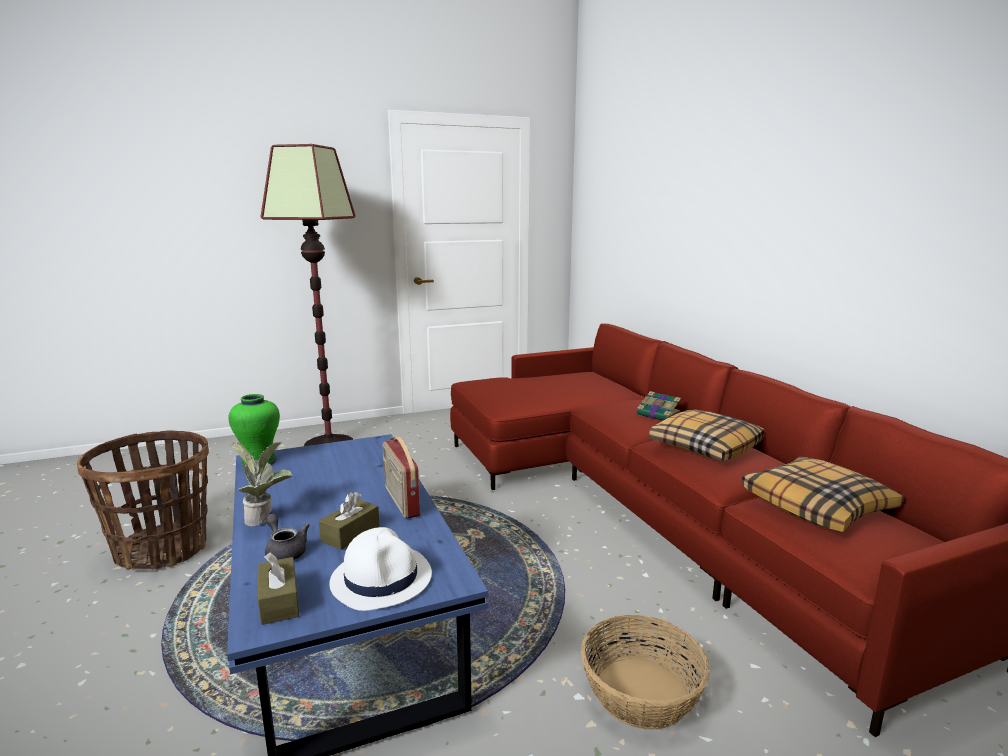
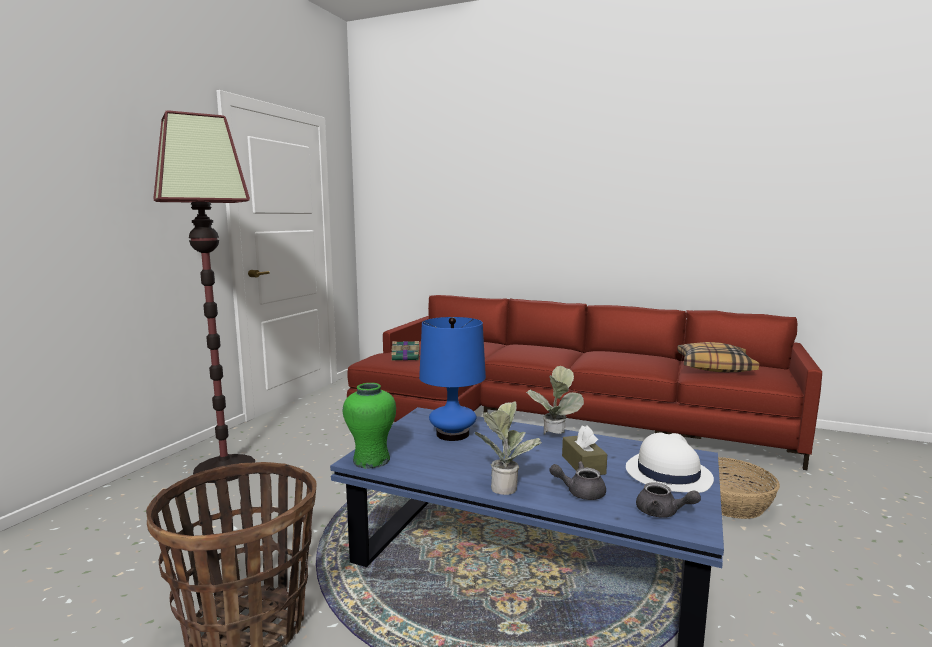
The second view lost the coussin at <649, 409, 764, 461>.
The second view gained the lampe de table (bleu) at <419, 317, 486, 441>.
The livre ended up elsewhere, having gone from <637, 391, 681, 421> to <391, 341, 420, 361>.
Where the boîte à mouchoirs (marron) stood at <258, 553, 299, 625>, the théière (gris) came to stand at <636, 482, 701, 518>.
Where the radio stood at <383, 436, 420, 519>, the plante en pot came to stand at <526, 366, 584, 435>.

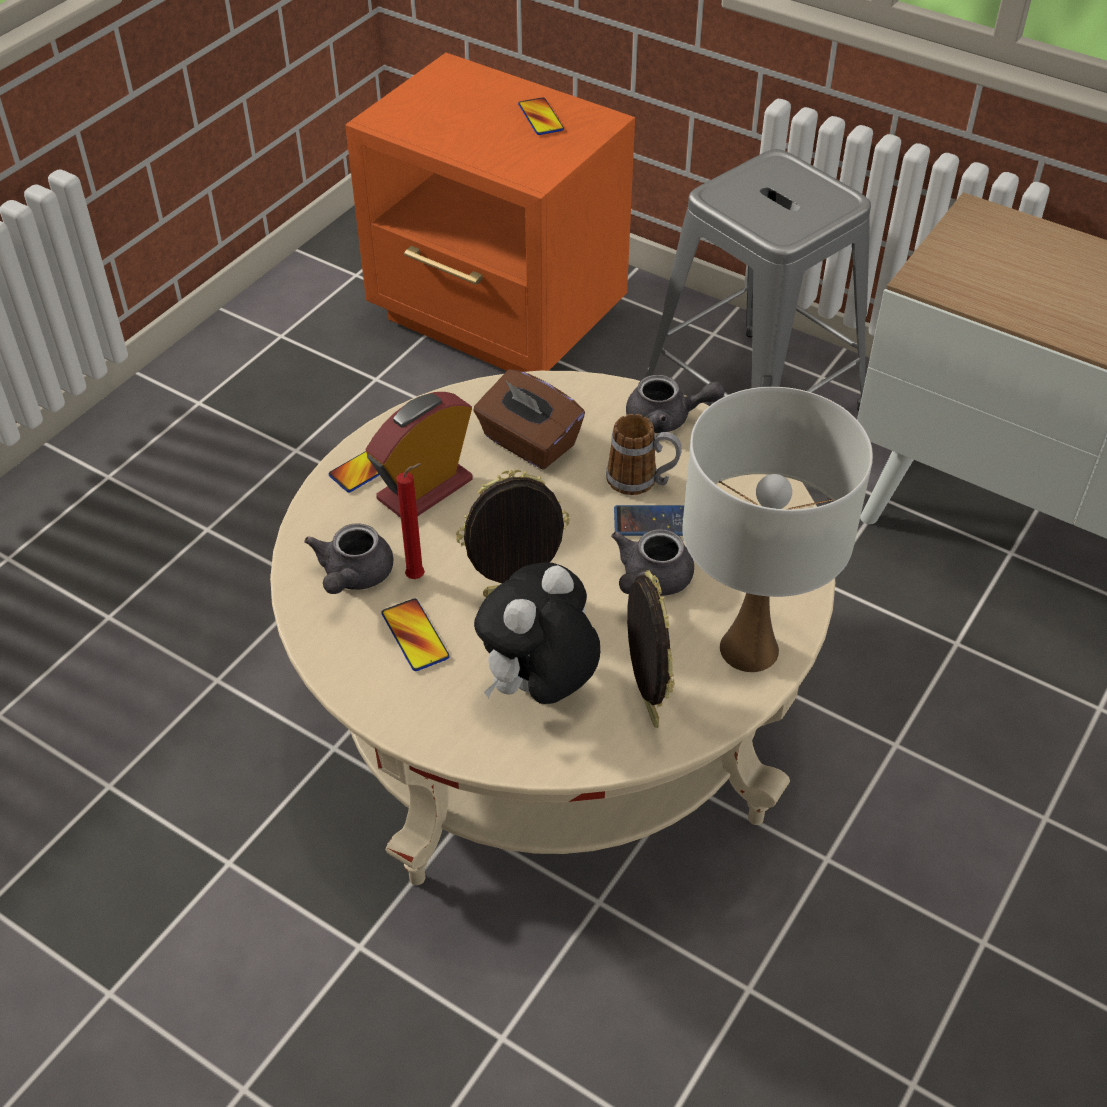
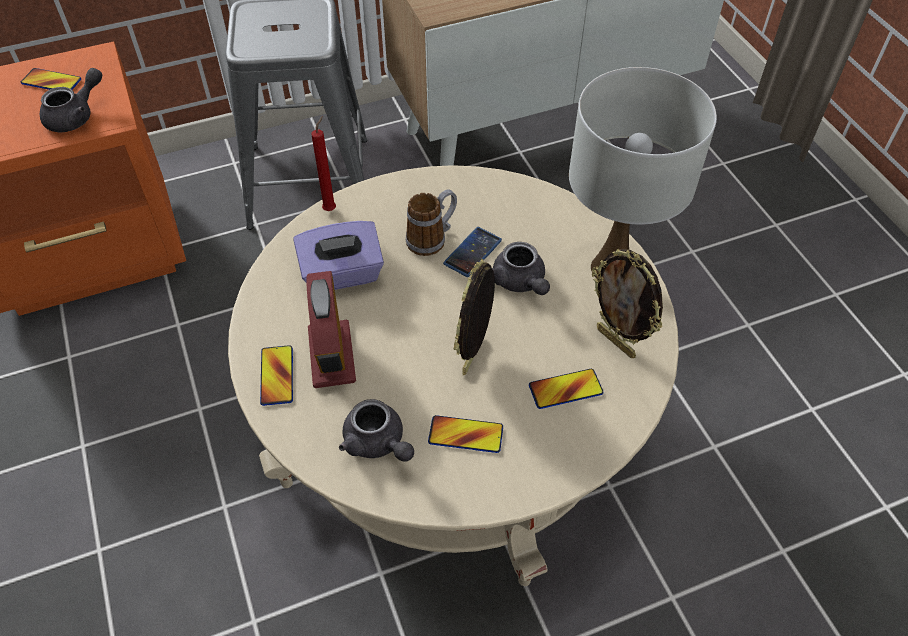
The bougie (rouge) ended up elsewhere, having gone from <396, 463, 425, 579> to <311, 116, 336, 211>.
The théière (gris) ended up elsewhere, having gone from <626, 375, 725, 433> to <40, 68, 102, 132>.
Where the peluche stood at <474, 562, 600, 704>, the téléphone came to stand at <529, 369, 603, 409>.
What was the boîte à mouchoirs (marron) at <473, 369, 585, 469> turned into the boîte à mouchoirs (violet) at <294, 221, 384, 290>.
The cadre photo at <627, 570, 674, 728> ended up facing another way, 150 degrees counterclockwise from before.

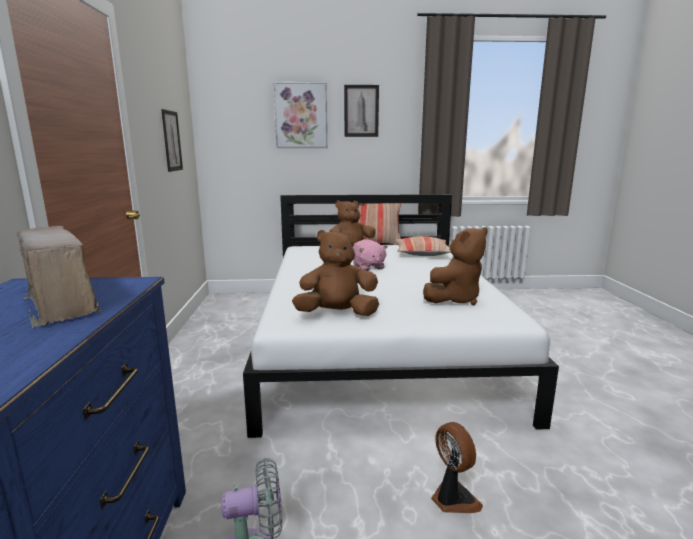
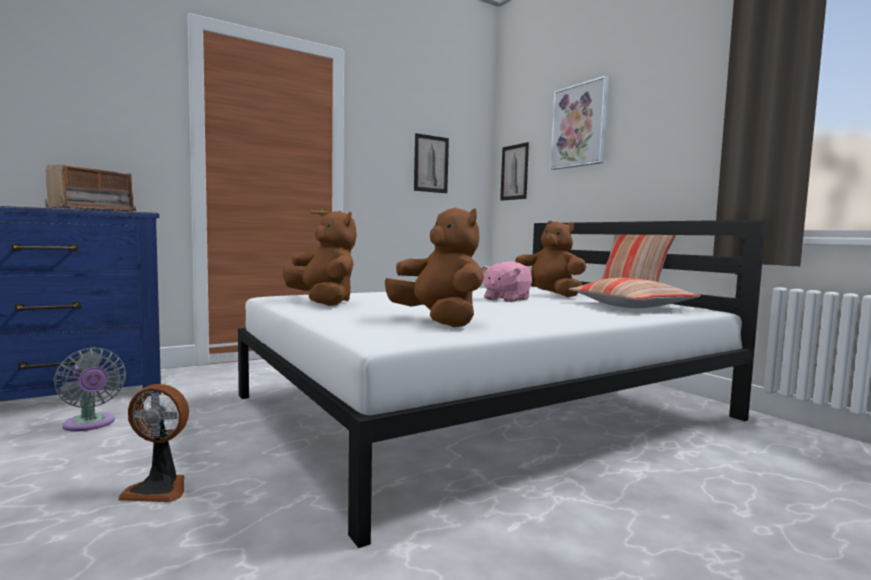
The tableau ended up elsewhere, having gone from <344, 85, 379, 137> to <500, 142, 529, 201>.
The peluche (marron) at <423, 227, 488, 305> ended up facing another way, 150 degrees counterclockwise from before.
The ventilateur at <431, 422, 483, 513> ended up facing another way, 60 degrees clockwise from before.

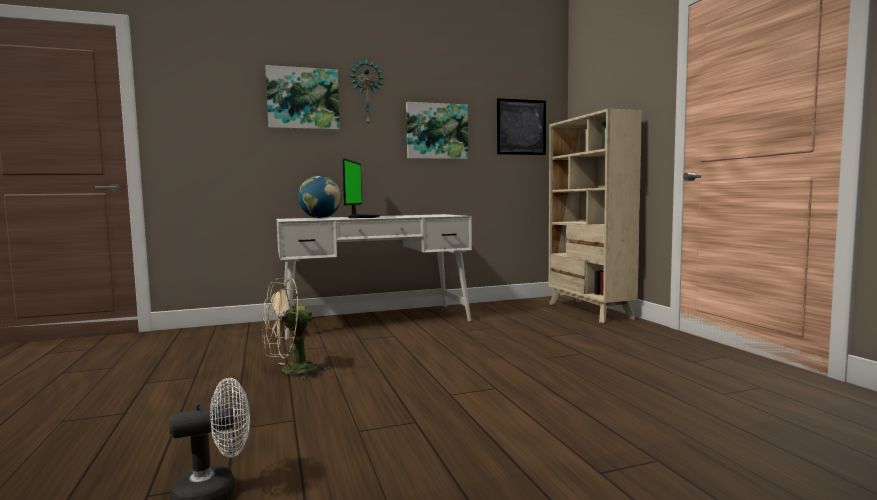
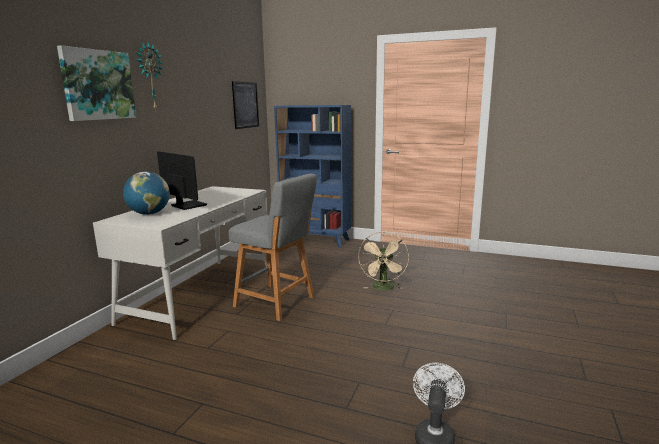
The second view lost the tableau at <406, 102, 468, 159>.
The second view gained the tabouret (gris) at <229, 174, 317, 321>.
The ventilateur (beige) ended up elsewhere, having gone from <262, 278, 330, 380> to <358, 231, 409, 290>.
What was the bibliothèque (beige) at <549, 109, 642, 323> turned into the bibliothèque (bleu) at <274, 105, 351, 248>.

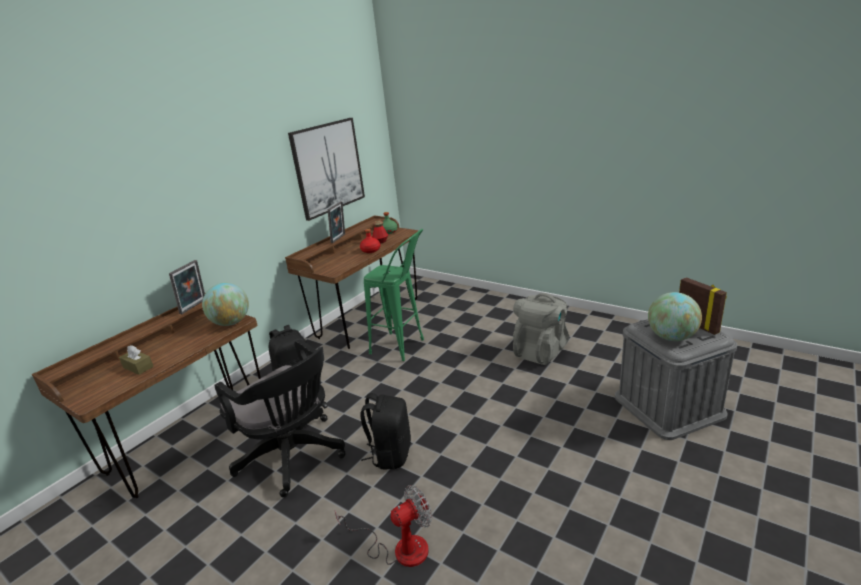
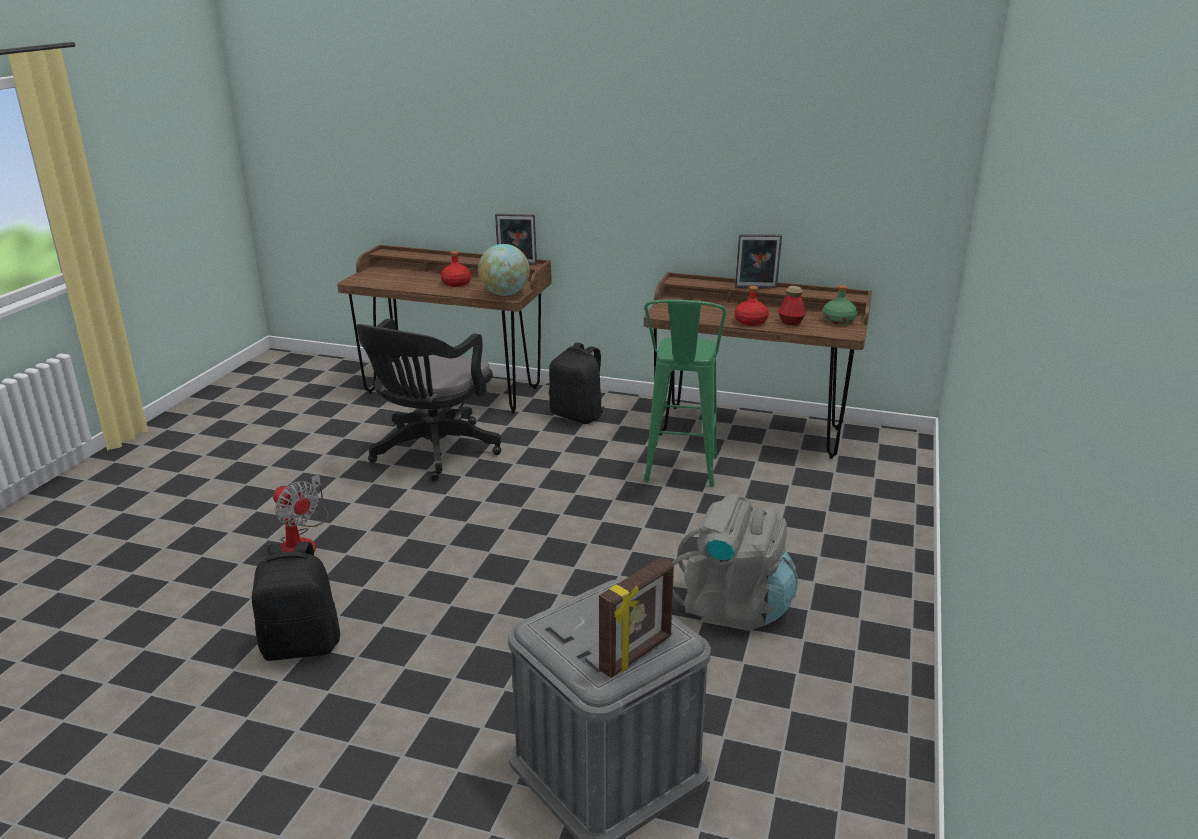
The second view lost the boîte à mouchoirs (marron) at <119, 345, 154, 375>.
The second view lost the tableau at <288, 118, 365, 221>.
The second view lost the globe at <648, 292, 702, 341>.
The second view gained the bouteille (rouge) at <441, 251, 471, 287>.
The sac à dos (noir) ended up elsewhere, having gone from <360, 393, 411, 469> to <252, 542, 340, 661>.

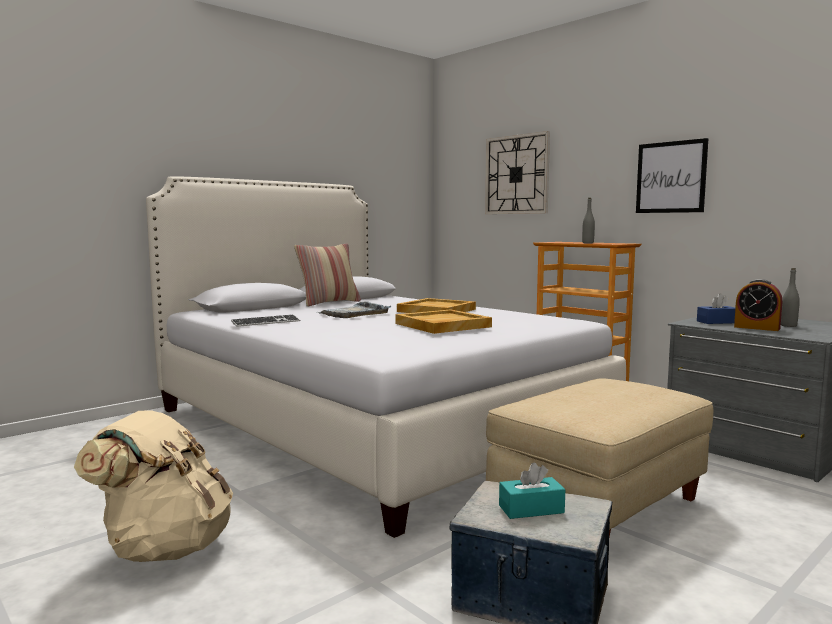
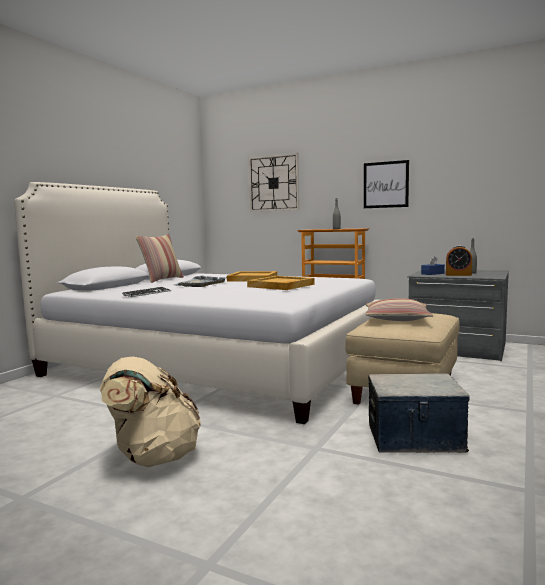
The second view lost the boîte à mouchoirs (turquoise) at <499, 462, 565, 519>.
The second view gained the coussin at <365, 298, 433, 321>.

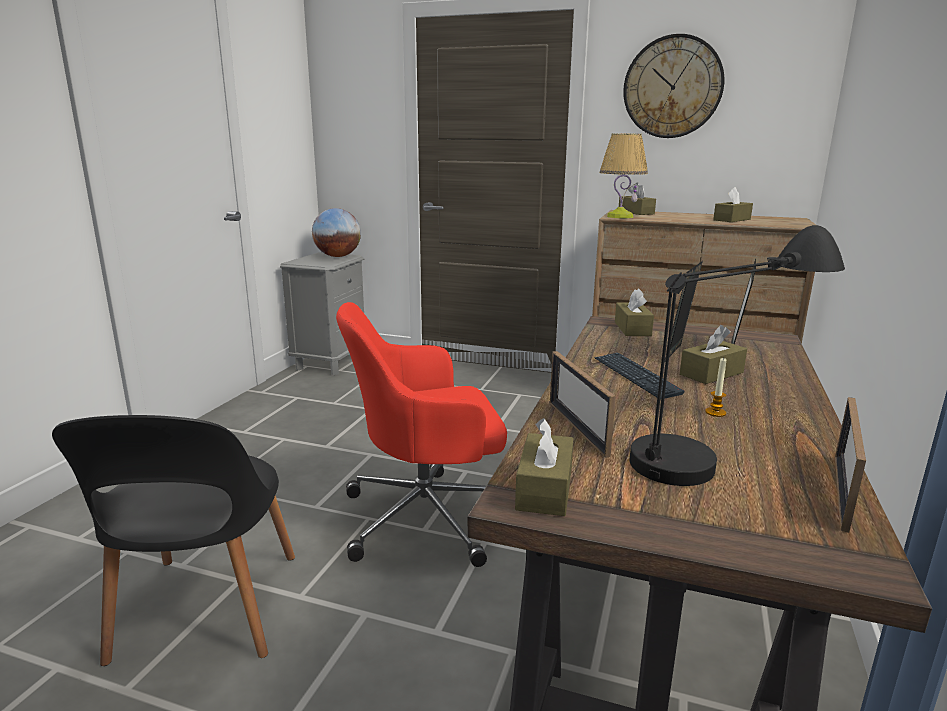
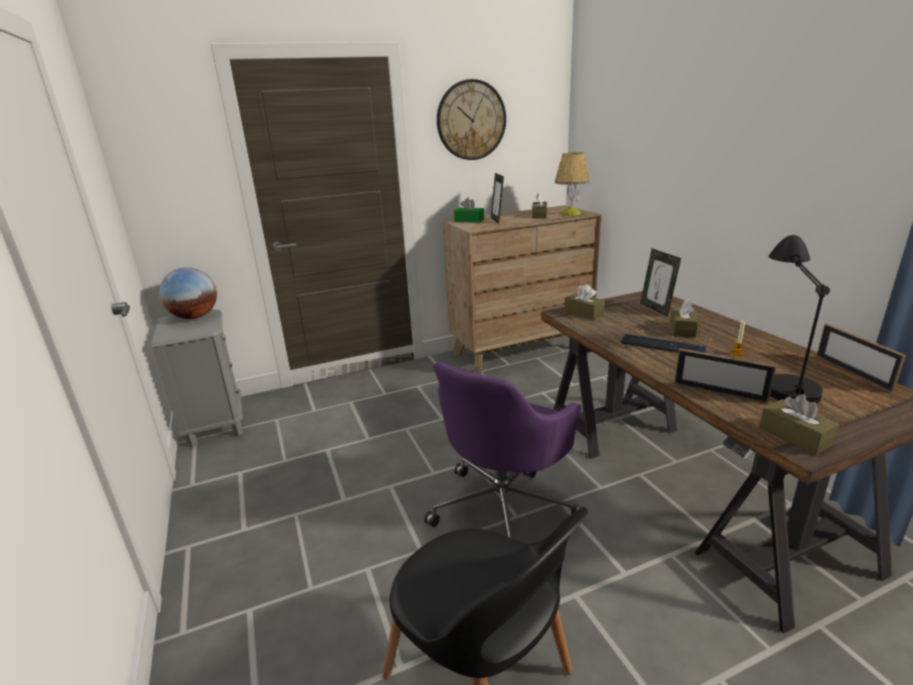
The lampe de table ended up elsewhere, having gone from <600, 133, 648, 219> to <555, 152, 590, 216>.
The cadre photo ended up elsewhere, having gone from <664, 261, 703, 363> to <491, 173, 504, 224>.
What was the chaise de bureau (rouge) at <336, 302, 507, 567> turned into the chaise de bureau (violet) at <424, 362, 581, 539>.
What was the boîte à mouchoirs (marron) at <619, 182, 656, 215> turned into the boîte à mouchoirs (vert) at <454, 198, 484, 223>.

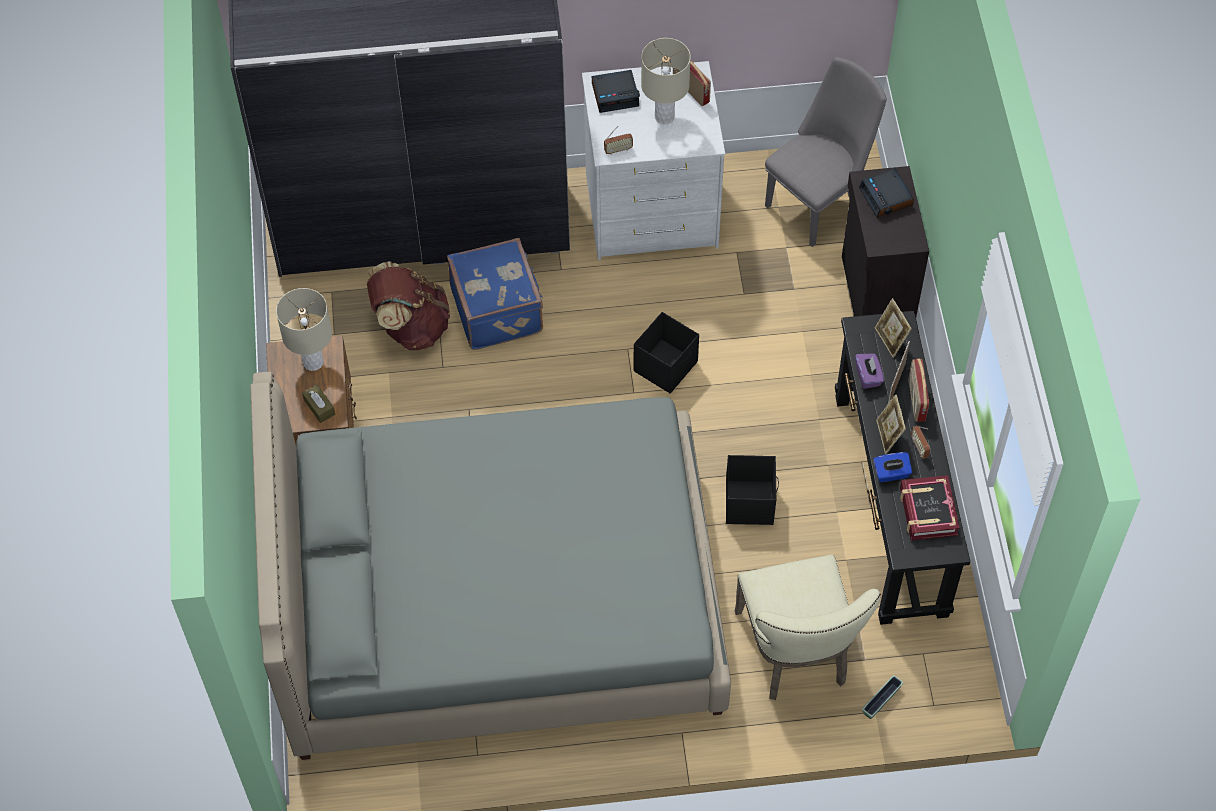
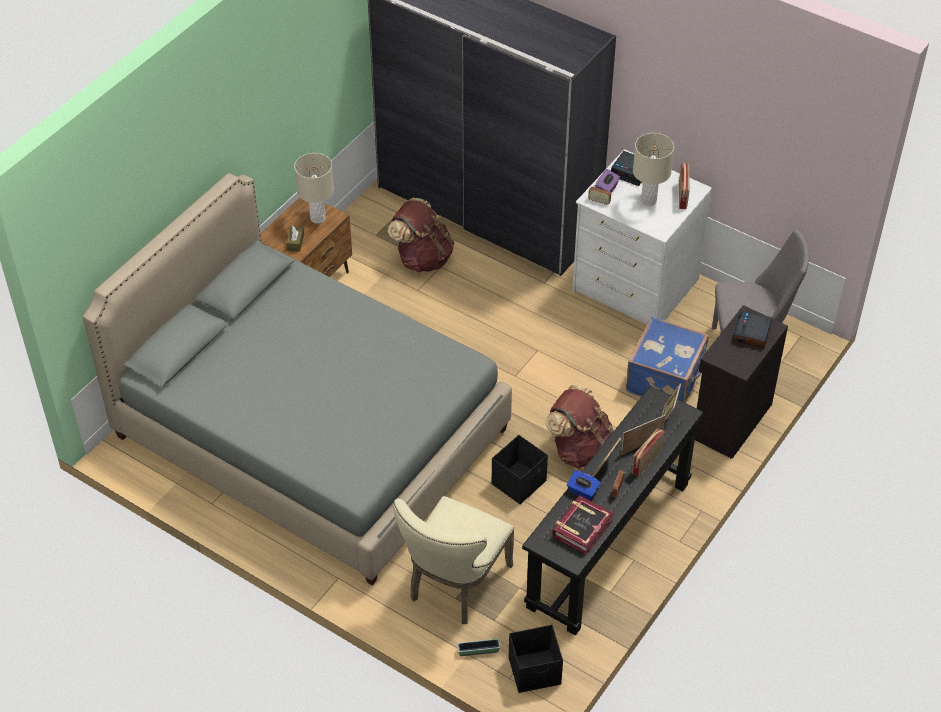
The second view gained the sac à dos (marron) at <545, 385, 614, 469>.
The valise (bleu) ended up elsewhere, having gone from <447, 238, 543, 350> to <626, 317, 709, 403>.
The boîte de rangement (noir) ended up elsewhere, having gone from <634, 312, 699, 394> to <509, 625, 563, 693>.
The boîte à mouchoirs (violet) ended up elsewhere, having gone from <855, 353, 884, 389> to <595, 169, 620, 193>.

